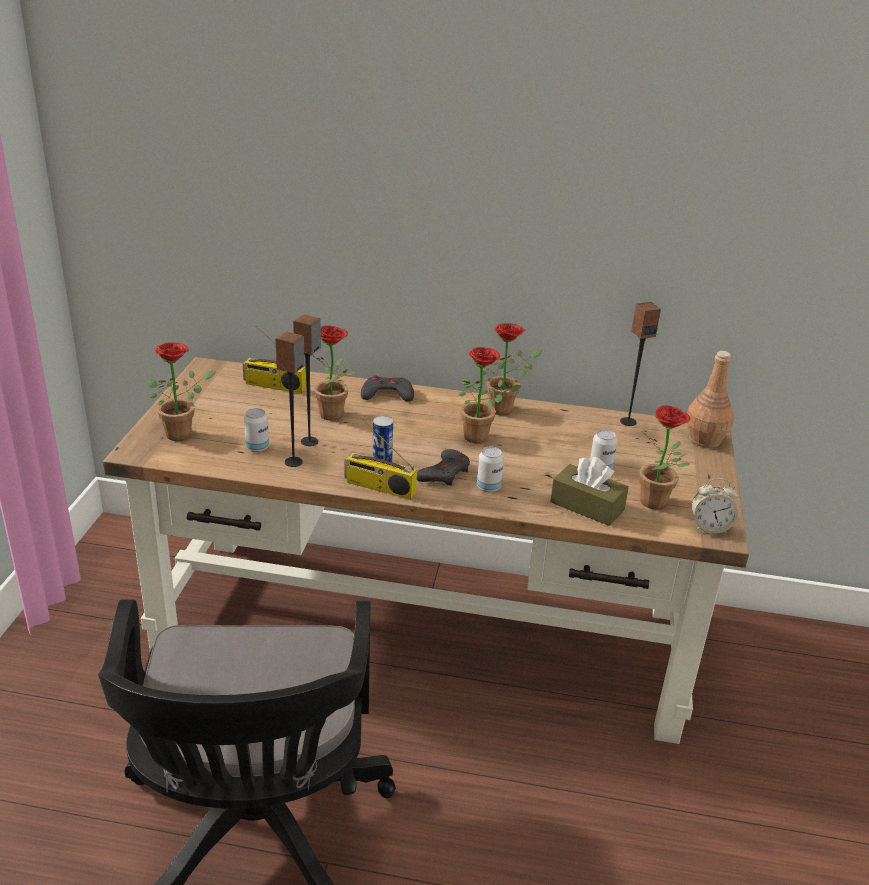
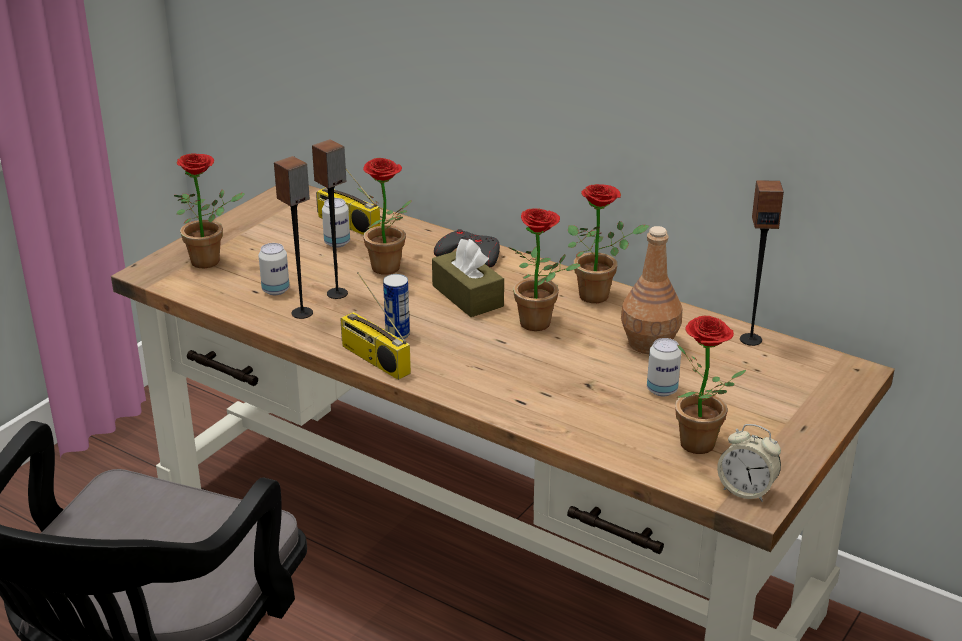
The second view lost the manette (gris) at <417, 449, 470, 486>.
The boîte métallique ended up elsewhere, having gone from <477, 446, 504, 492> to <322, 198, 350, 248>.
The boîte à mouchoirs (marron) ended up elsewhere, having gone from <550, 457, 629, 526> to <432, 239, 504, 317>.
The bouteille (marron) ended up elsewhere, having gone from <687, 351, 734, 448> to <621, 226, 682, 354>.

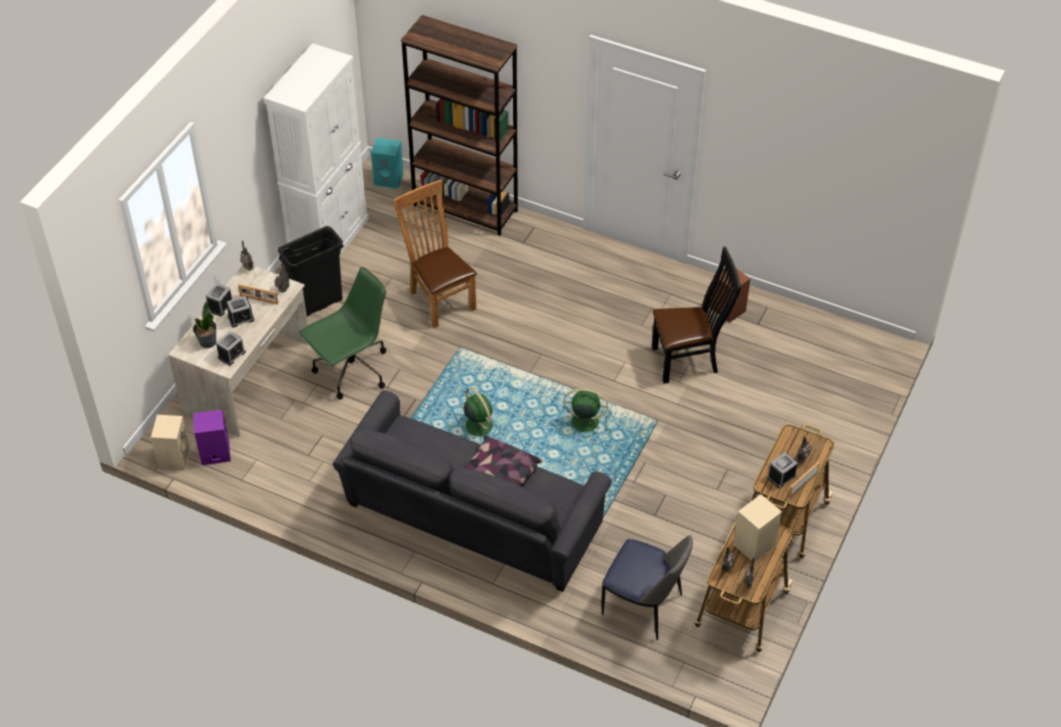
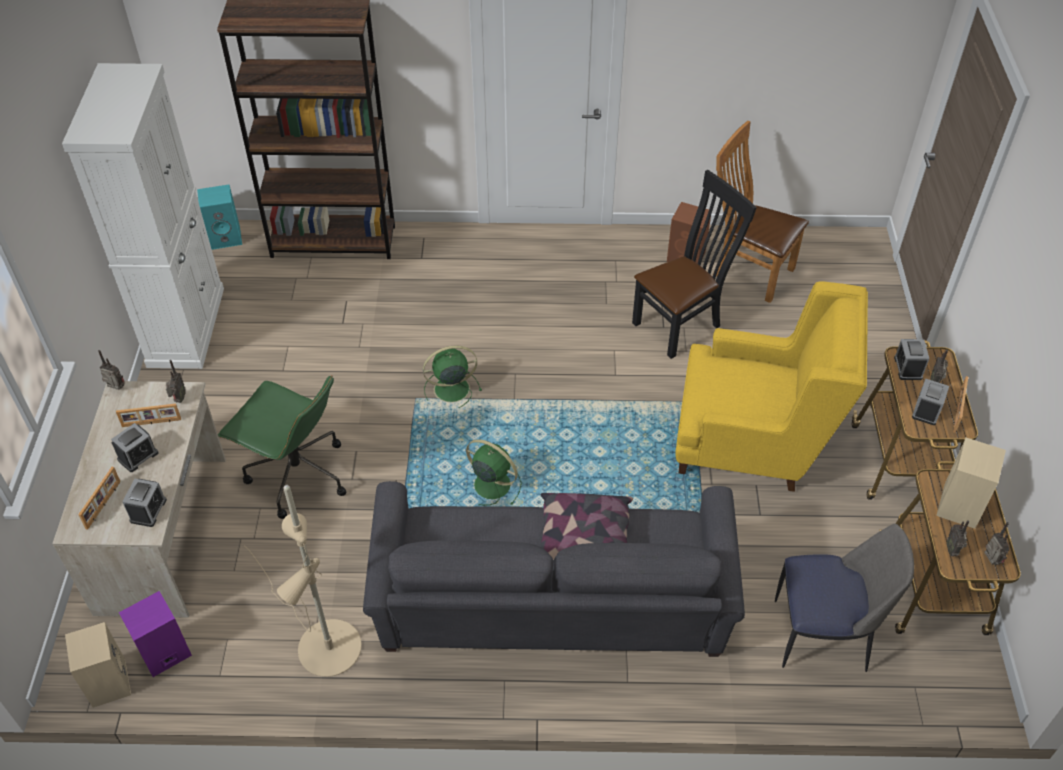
The second view lost the poubelle (noir) at <278, 226, 344, 316>.
The second view gained the lampadaire (beige) at <244, 485, 362, 677>.
The second view gained the fauteuil (jaune) at <675, 281, 868, 492>.
The réveil ended up elsewhere, having gone from <206, 283, 232, 316> to <894, 339, 929, 380>.
The chaise (marron) ended up elsewhere, having gone from <393, 180, 477, 328> to <713, 120, 809, 303>.
The ventilateur (vert) ended up elsewhere, having gone from <564, 388, 608, 438> to <423, 345, 482, 408>.
Where the plante en pot stood at <193, 301, 217, 348>, the cadre photo came to stand at <78, 467, 121, 530>.
The chaise de bureau (vert) at <299, 267, 386, 399> ended up facing another way, 90 degrees clockwise from before.

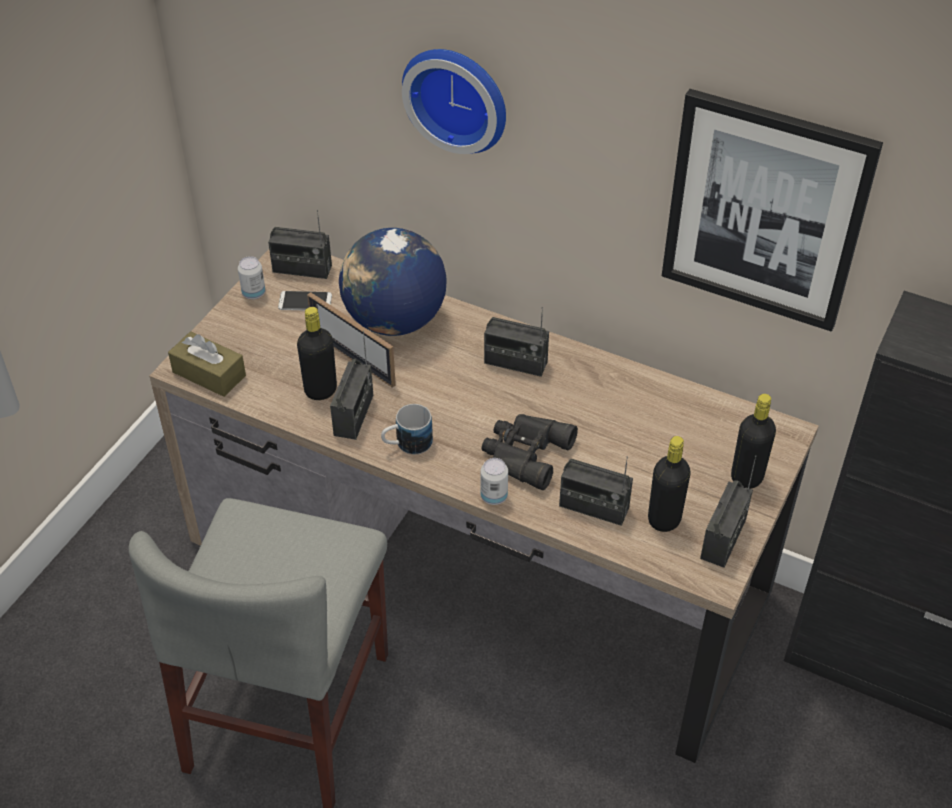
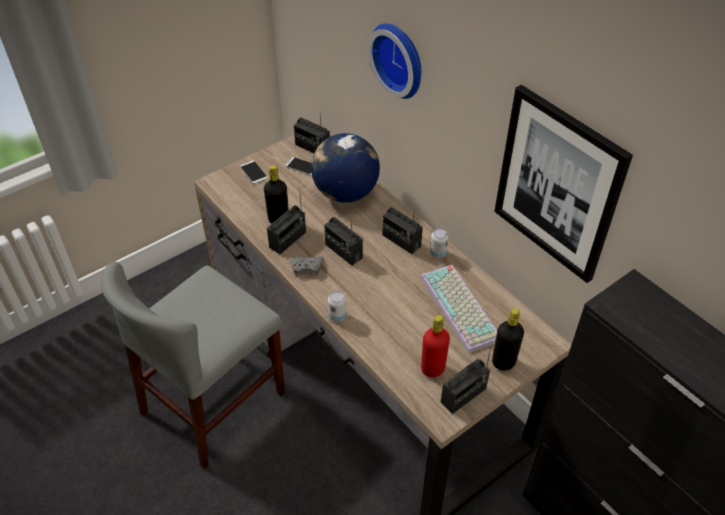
The second view lost the boîte à mouchoirs (marron) at <168, 331, 246, 397>.
The second view lost the cadre photo at <307, 292, 396, 388>.
The second view lost the jumelles (noir) at <482, 414, 578, 490>.
The second view gained the téléphone at <240, 161, 268, 184>.
The second view gained the clavier at <421, 265, 497, 353>.
The boîte métallique ended up elsewhere, having gone from <238, 256, 265, 299> to <430, 228, 448, 258>.
The radio ended up elsewhere, having gone from <559, 456, 633, 526> to <324, 217, 363, 266>.
Where the mug stood at <381, 404, 433, 454>, the manette (gris) came to stand at <290, 256, 324, 276>.
What was the bouteille (noir) at <648, 436, 691, 532> turned into the bouteille (rouge) at <421, 315, 450, 377>.

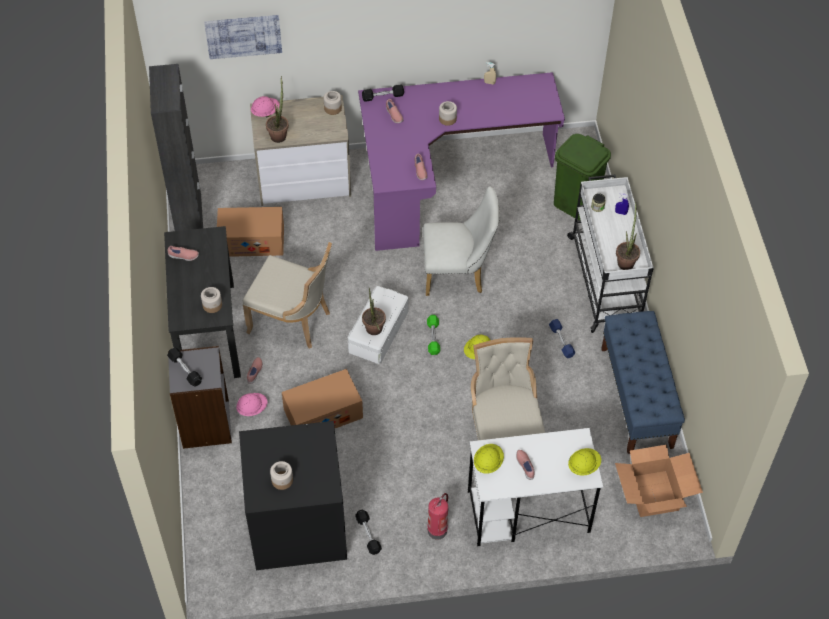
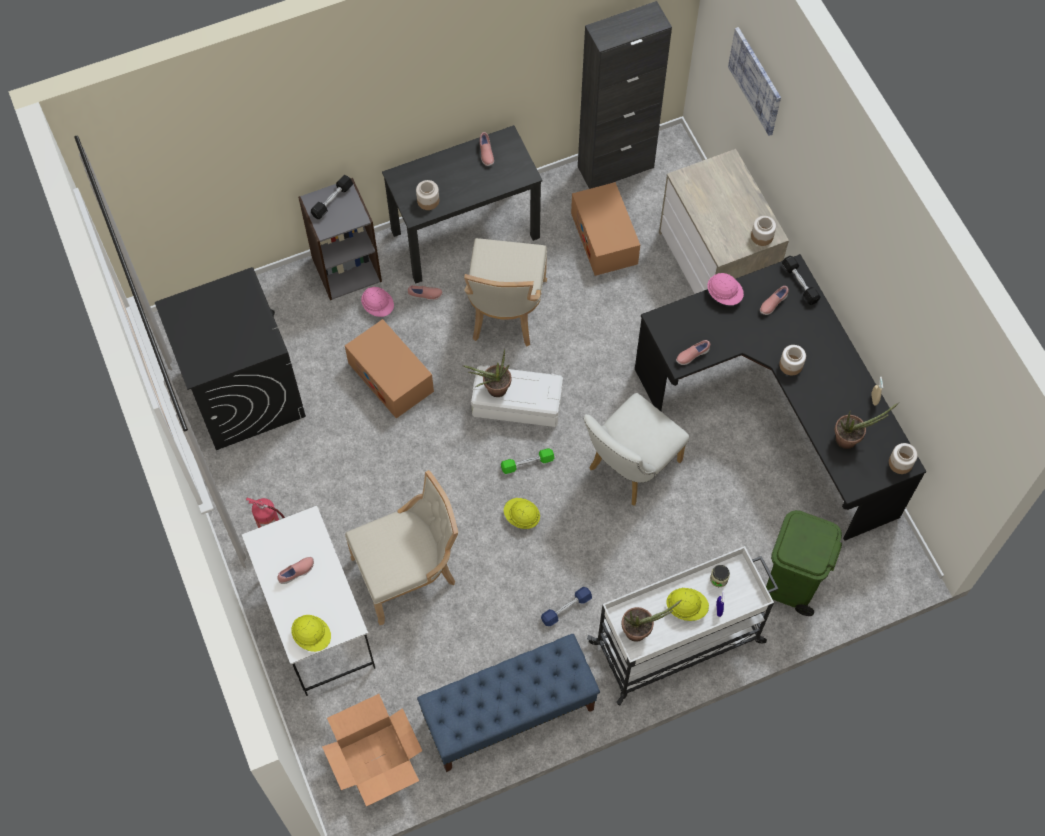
The second view lost the haltère (noir) at <355, 509, 382, 555>.
The casque de chantier (rose) ended up elsewhere, having gone from <251, 96, 280, 117> to <707, 273, 744, 305>.
The plante en pot ended up elsewhere, having gone from <266, 76, 289, 143> to <835, 403, 899, 449>.
The bocal ended up elsewhere, having gone from <270, 461, 293, 490> to <889, 443, 918, 474>.
The casque de chantier (jaune) ended up elsewhere, having gone from <474, 444, 504, 474> to <667, 588, 709, 621>.
What was the bureau (violet) at <358, 72, 565, 251> turned into the bureau (noir) at <635, 254, 926, 541>.
The chaise (blanc) at <423, 186, 500, 296> ended up facing another way, 60 degrees clockwise from before.

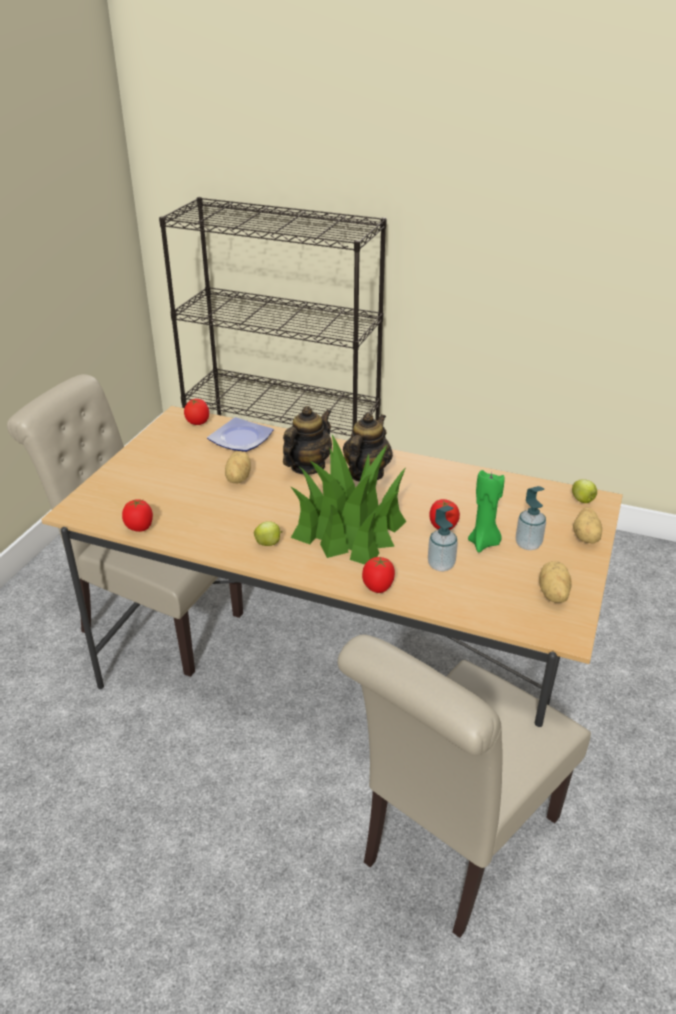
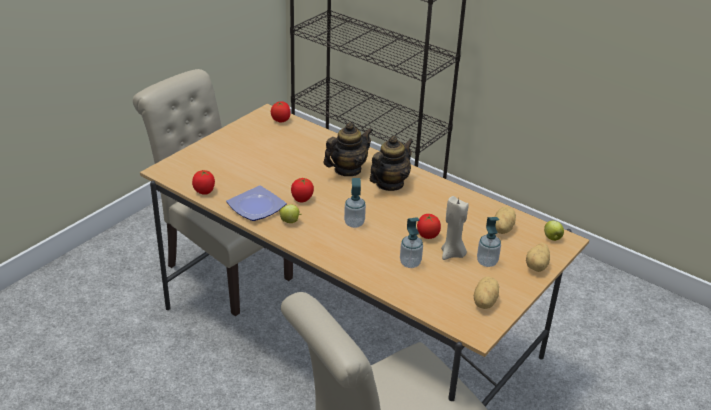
The assiette ended up elsewhere, having gone from <207, 417, 274, 452> to <226, 185, 287, 221>.
The pomme de terre ended up elsewhere, having gone from <225, 451, 251, 484> to <494, 206, 516, 234>.
The tomate ended up elsewhere, having gone from <362, 557, 395, 593> to <291, 178, 314, 203>.
Where the plante en pot stood at <291, 435, 406, 564>, the distributeur de savon came to stand at <344, 178, 366, 228>.
What was the bougie (vert) at <468, 470, 505, 552> turned into the bougie (beige) at <441, 196, 469, 260>.

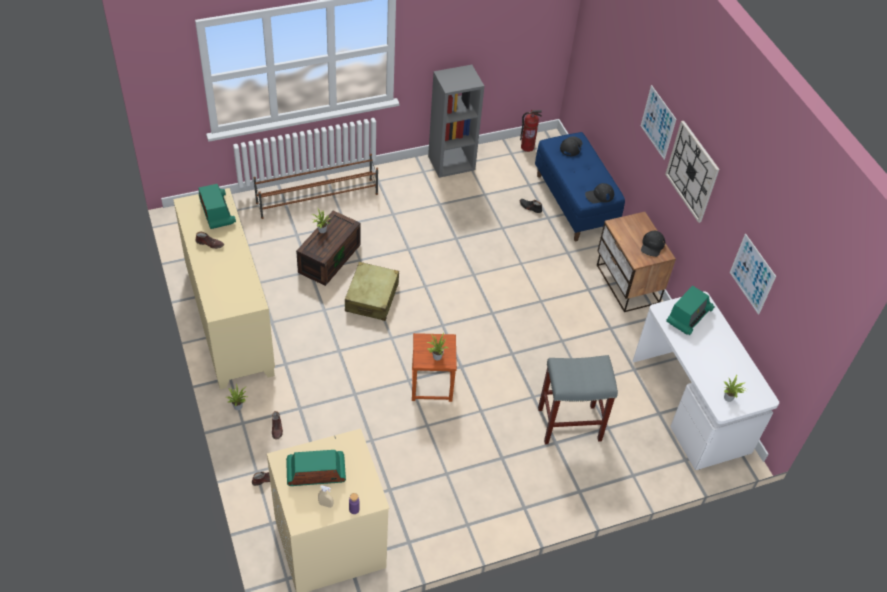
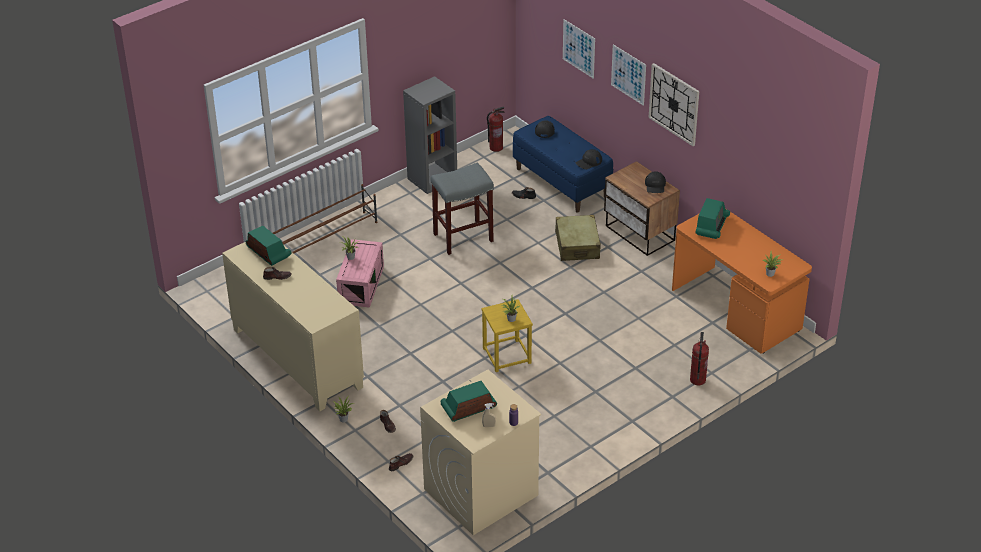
The second view gained the extincteur at <690, 332, 709, 385>.
The valise (beige) ended up elsewhere, having gone from <345, 262, 399, 321> to <555, 215, 601, 261>.
The tabouret (gris) ended up elsewhere, having gone from <538, 355, 618, 444> to <431, 163, 494, 255>.
The tableau ended up elsewhere, having gone from <730, 234, 776, 315> to <563, 19, 595, 79>.
What was the boîte de rangement (marron) at <296, 210, 361, 286> turned into the boîte de rangement (rose) at <336, 239, 384, 308>.
What was the tabouret (marron) at <412, 333, 457, 402> turned into the tabouret (jaune) at <481, 299, 533, 372>.
What was the bureau (blanc) at <633, 292, 779, 470> turned into the bureau (orange) at <672, 208, 812, 354>.

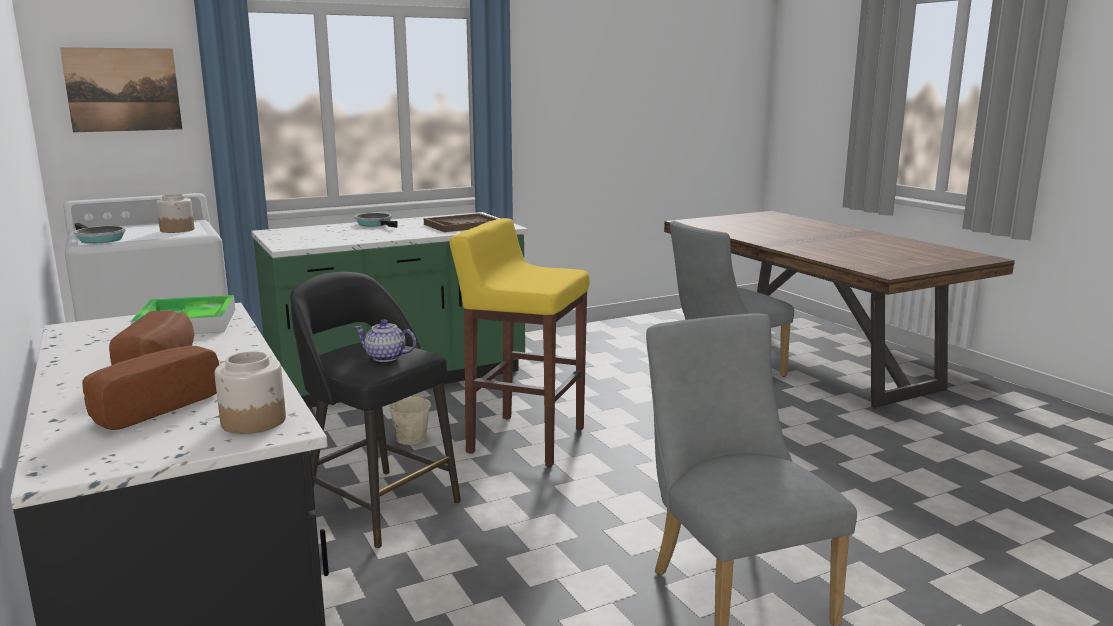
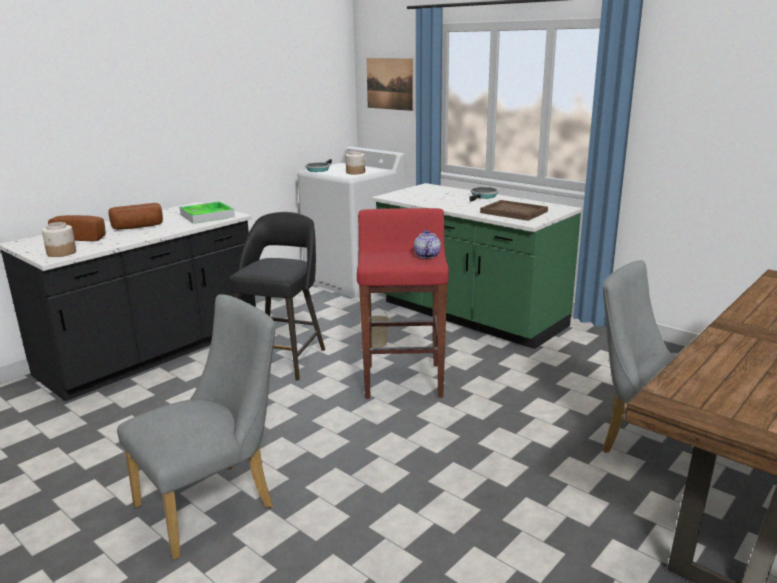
The théière ended up elsewhere, having gone from <354, 320, 416, 362> to <414, 230, 441, 258>.
What was the tabouret (jaune) at <449, 218, 590, 467> turned into the tabouret (rouge) at <357, 208, 449, 399>.

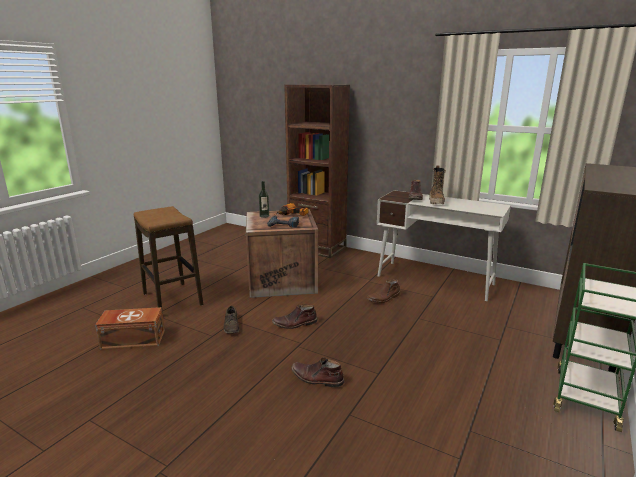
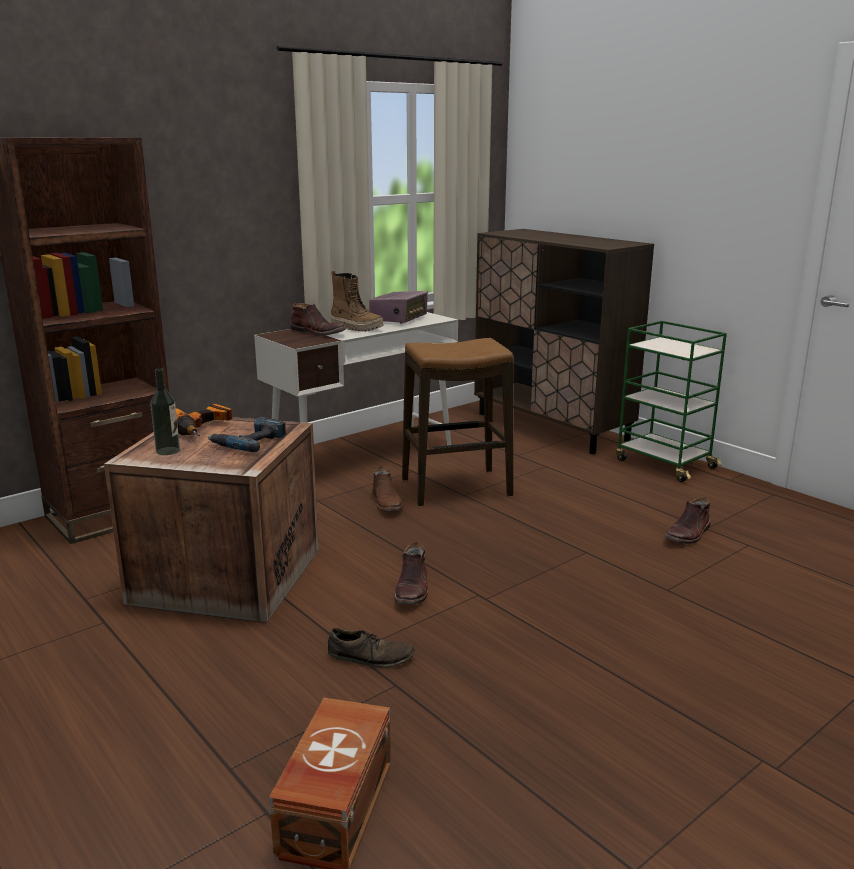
The second view gained the radio at <369, 291, 428, 323>.
The tabouret ended up elsewhere, having gone from <134, 206, 203, 314> to <402, 338, 513, 507>.
The botte (marron) ended up elsewhere, having gone from <292, 357, 344, 387> to <664, 497, 710, 544>.

